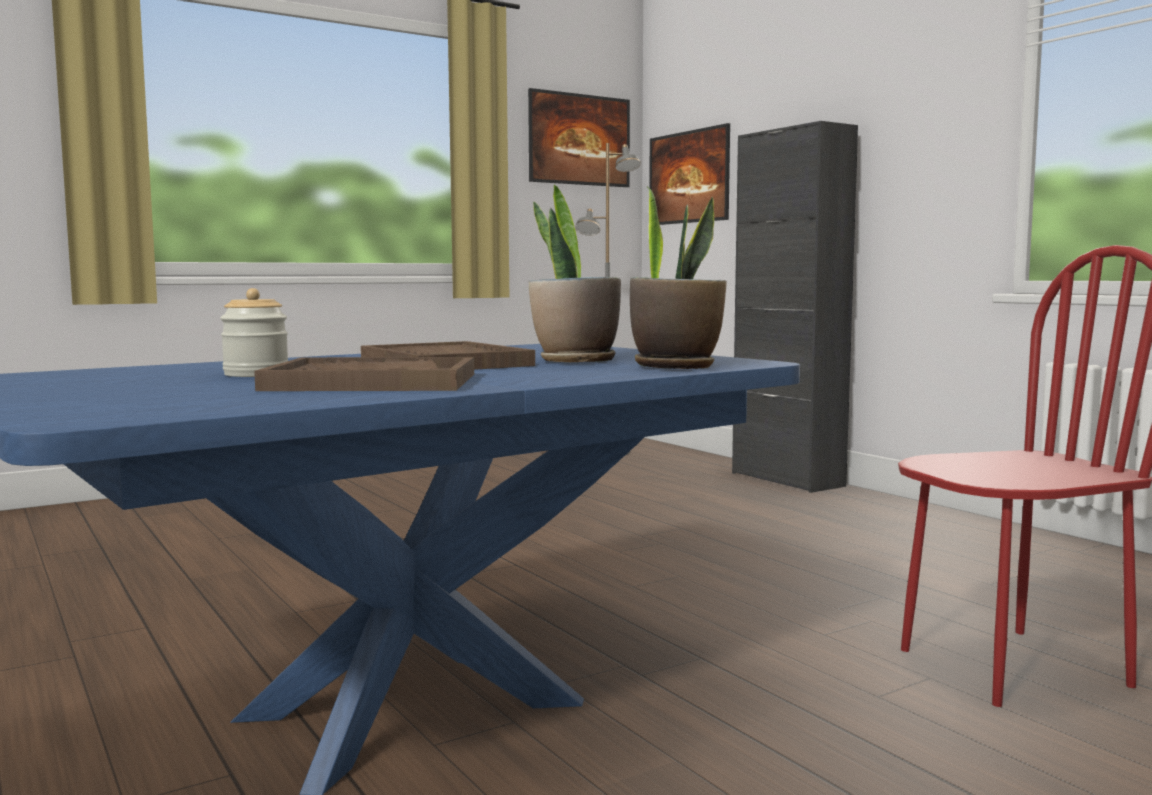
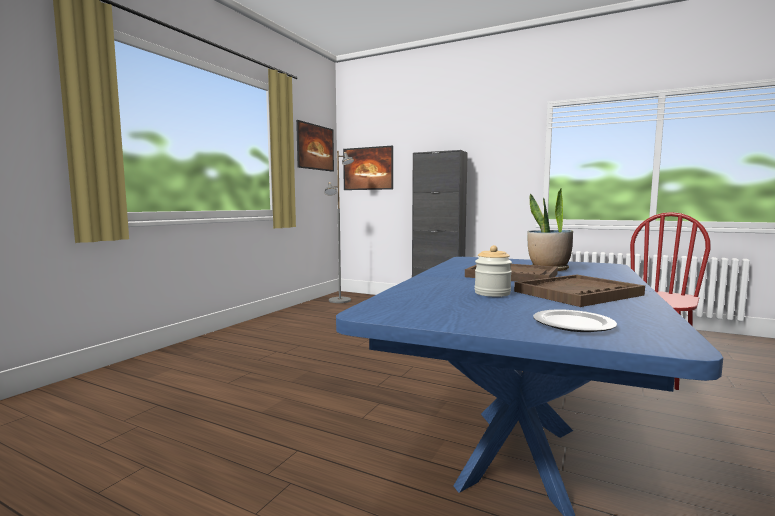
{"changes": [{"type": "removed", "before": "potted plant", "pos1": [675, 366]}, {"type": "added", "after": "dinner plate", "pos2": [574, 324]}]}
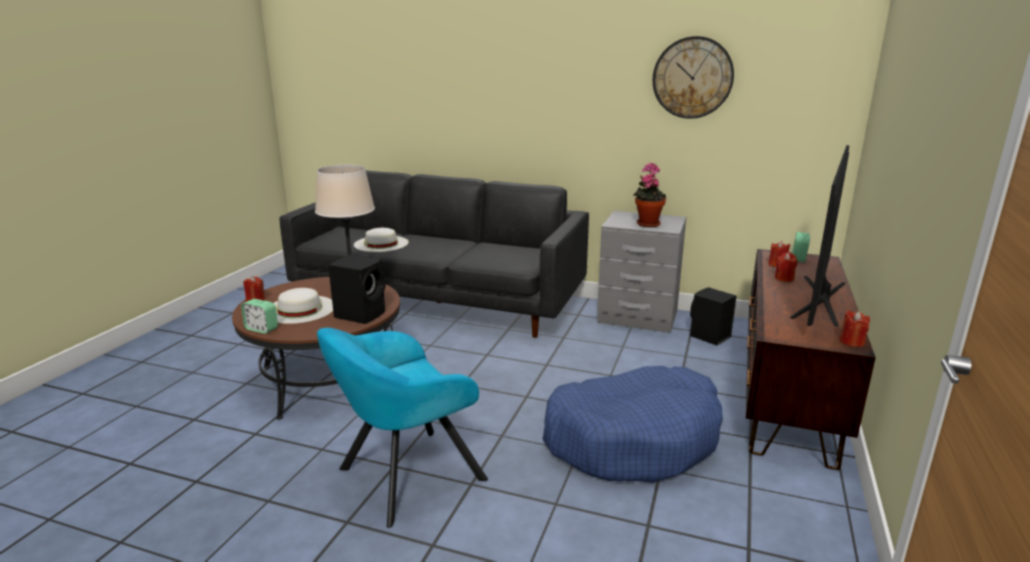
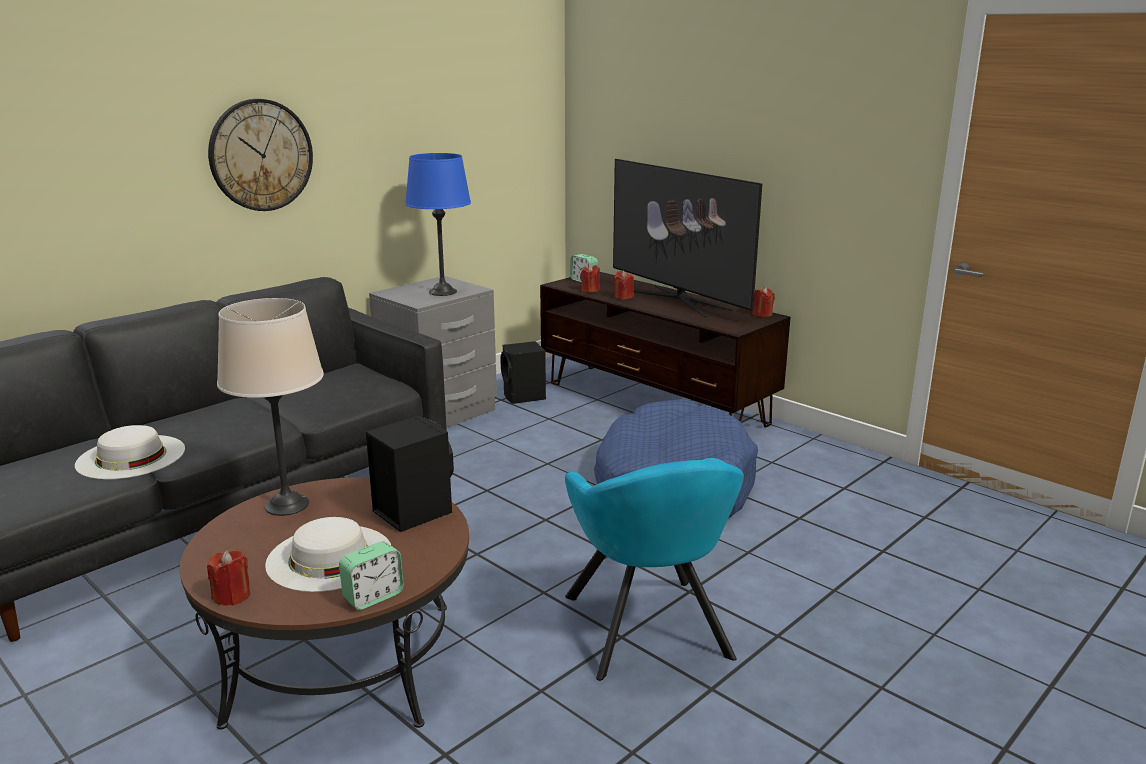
{"changes": [{"type": "replaced", "before": "potted plant", "after": "blue tabletop lamp", "pos1": [647, 223], "pos2": [442, 292]}, {"type": "moved", "before": "wall clock", "pos1": [692, 78], "pos2": [261, 155]}]}
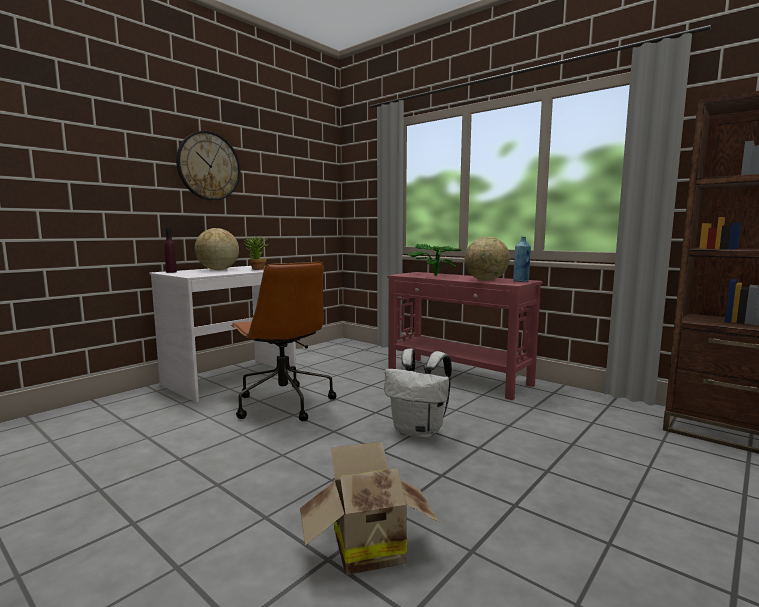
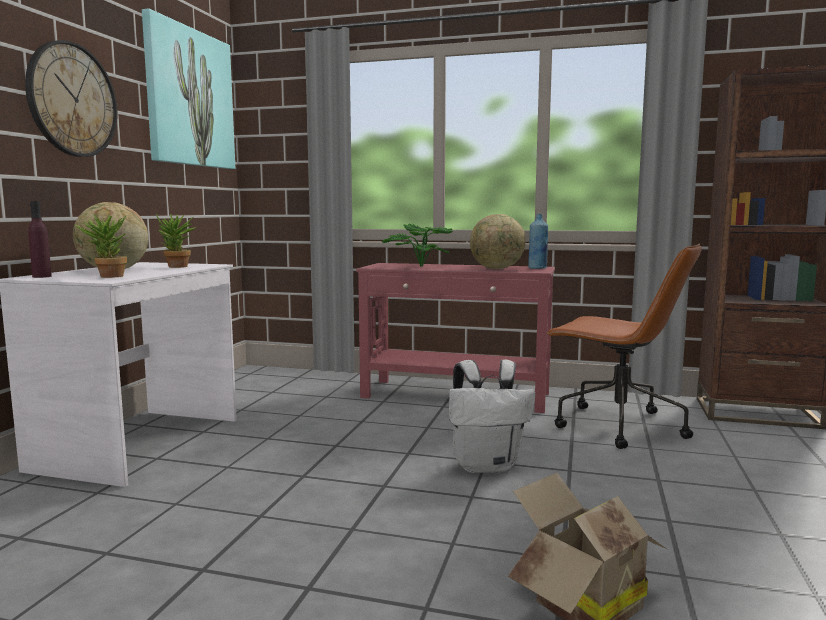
{"changes": [{"type": "moved", "before": "brown office chair", "pos1": [283, 403], "pos2": [617, 426]}, {"type": "added", "after": "potted plant", "pos2": [107, 276]}, {"type": "added", "after": "wall art", "pos2": [189, 98]}]}
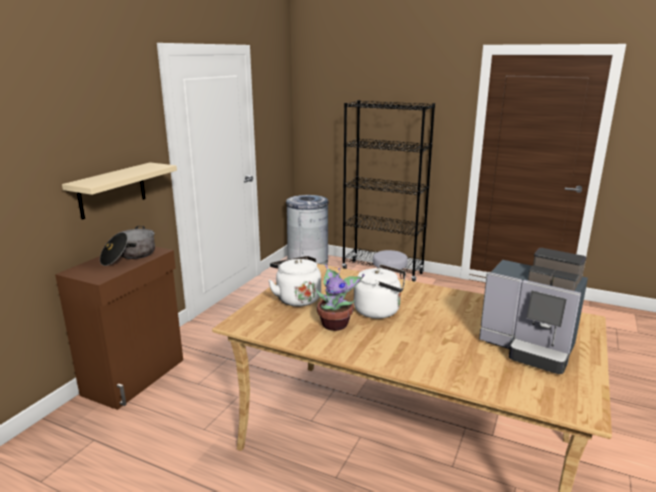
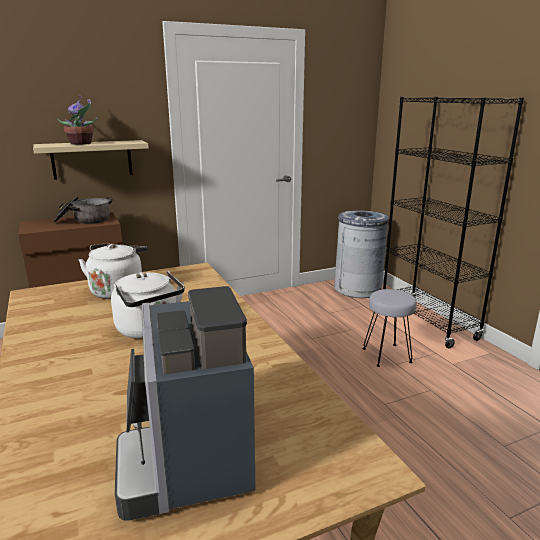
{"changes": [{"type": "moved", "before": "potted plant", "pos1": [336, 324], "pos2": [82, 143]}]}
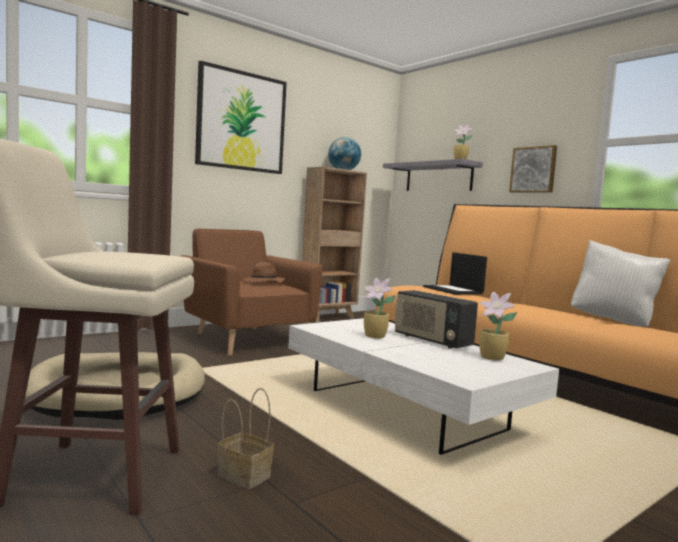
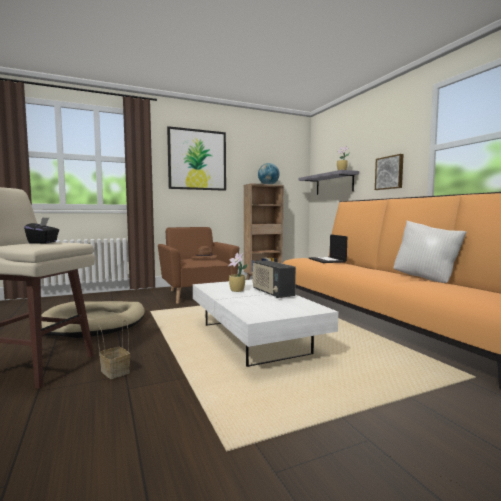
{"changes": [{"type": "removed", "before": "potted plant", "pos1": [493, 358]}, {"type": "added", "after": "black-coloured tissue holder", "pos2": [43, 242]}]}
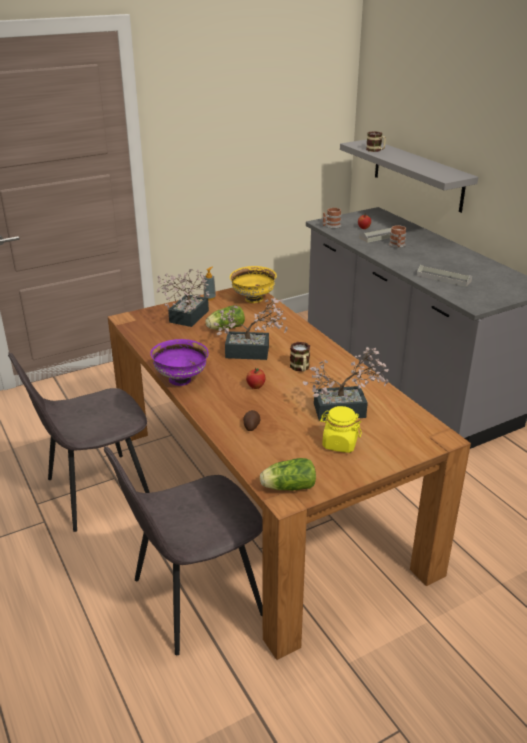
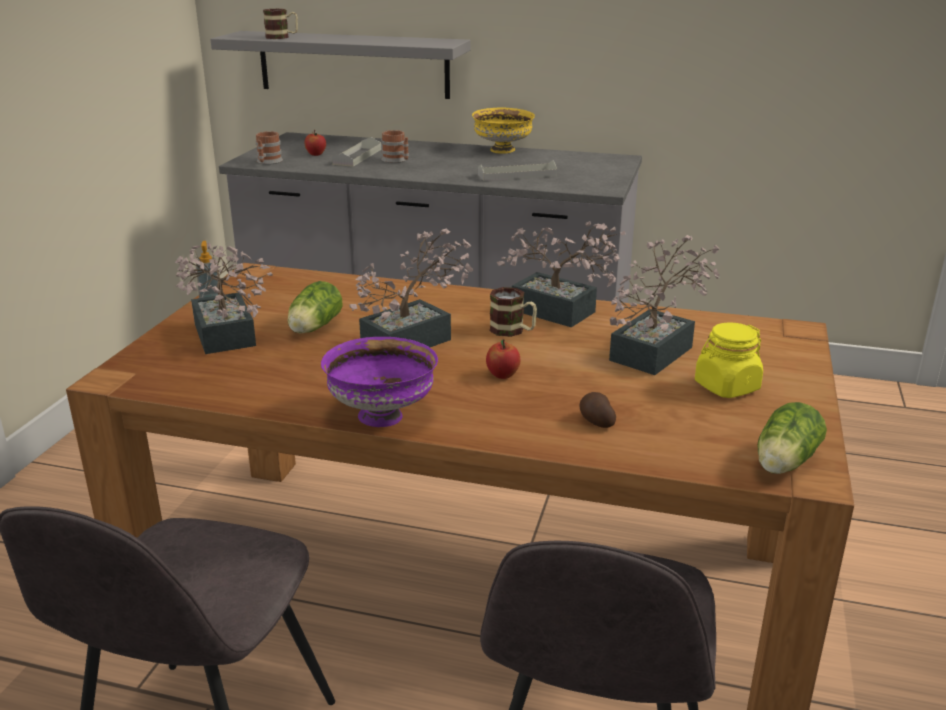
{"changes": [{"type": "moved", "before": "yellow-coloured deep dish", "pos1": [253, 299], "pos2": [503, 150]}, {"type": "added", "after": "potted plant", "pos2": [561, 313]}]}
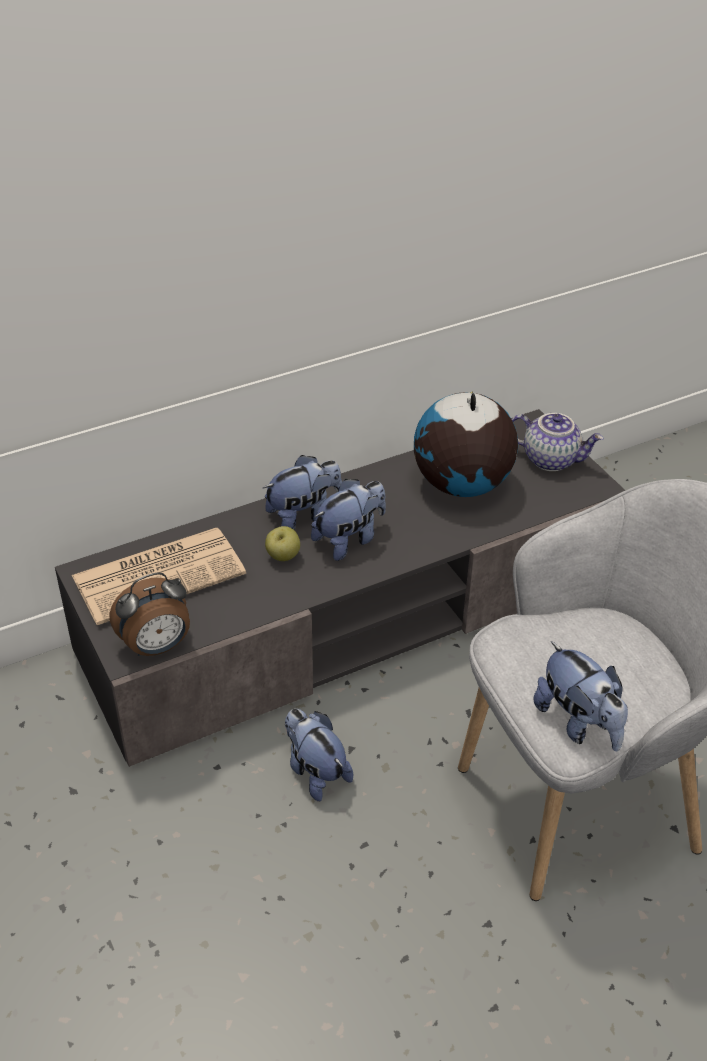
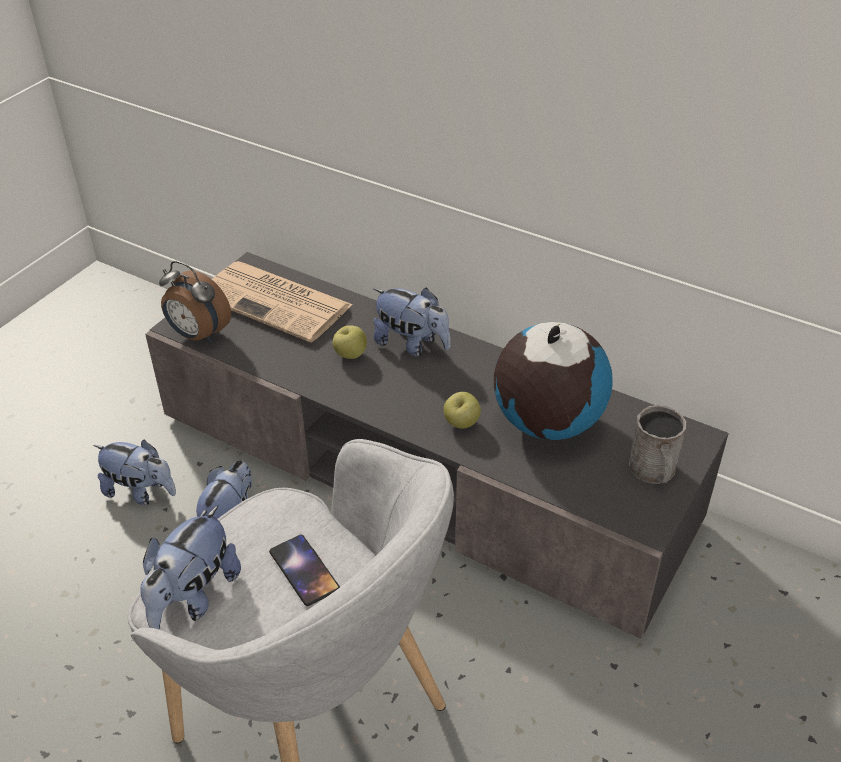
{"changes": [{"type": "moved", "before": "plush toy", "pos1": [349, 539], "pos2": [141, 491]}, {"type": "replaced", "before": "tea pot", "after": "gray coffee mug", "pos1": [551, 459], "pos2": [654, 472]}, {"type": "added", "after": "telephone", "pos2": [304, 570]}, {"type": "added", "after": "apple", "pos2": [461, 423]}]}
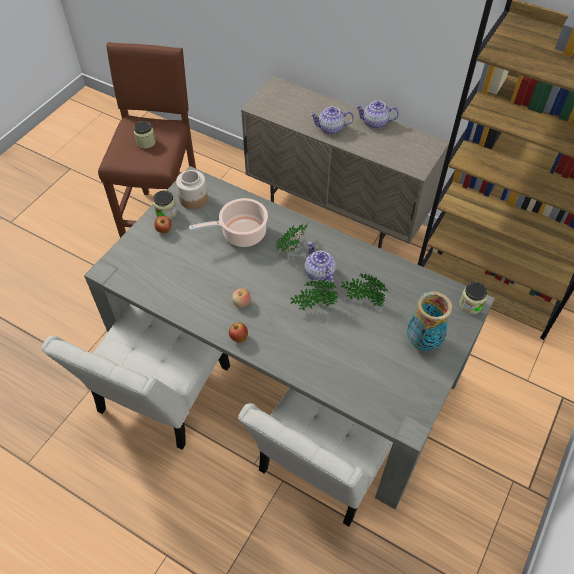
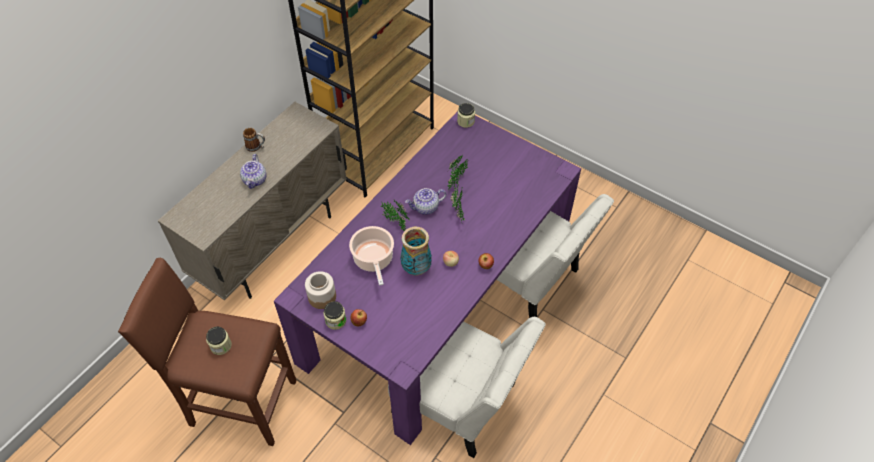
{"changes": [{"type": "recoloured", "before": "gray dinner table", "after": "purplish dinner table", "pos1": [287, 363], "pos2": [437, 298]}, {"type": "replaced", "before": "tea pot", "after": "coffee mug", "pos1": [375, 123], "pos2": [256, 147]}, {"type": "moved", "before": "vase", "pos1": [422, 342], "pos2": [416, 268]}]}
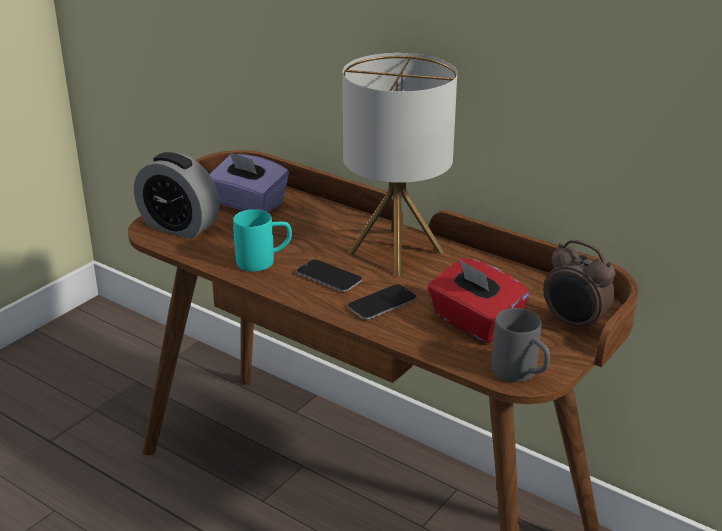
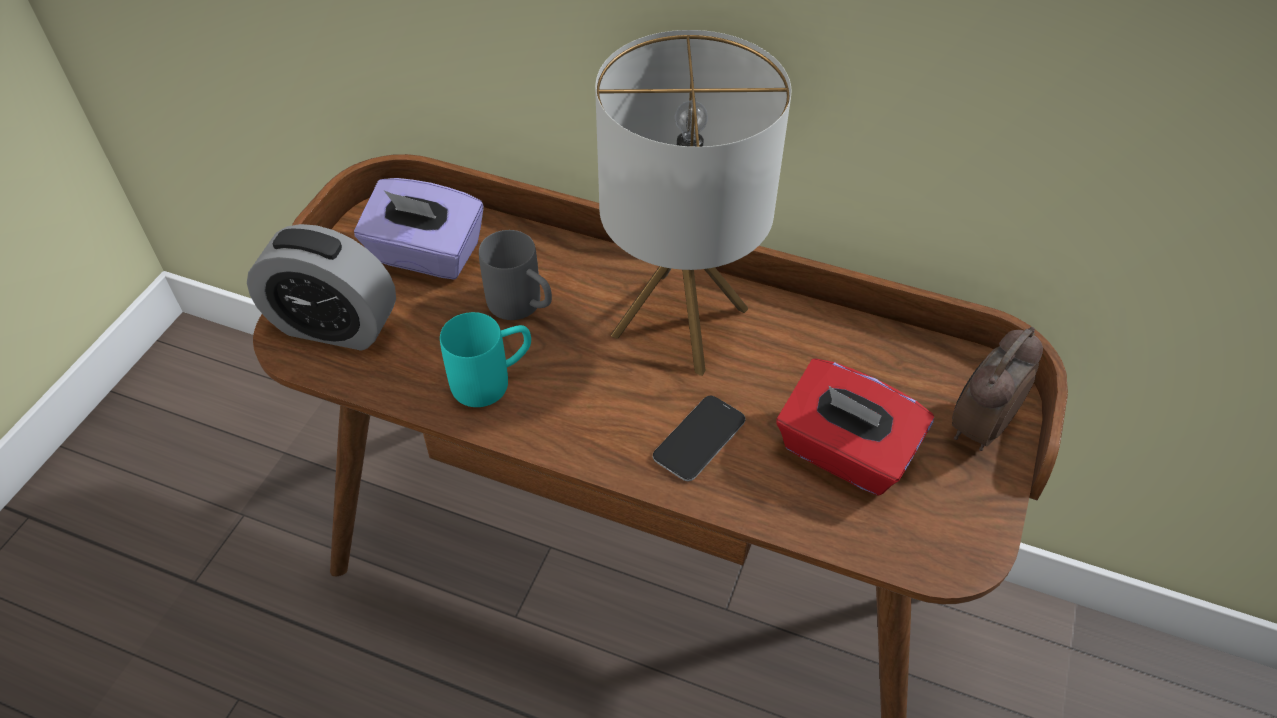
{"changes": [{"type": "removed", "before": "telephone", "pos1": [329, 277]}, {"type": "moved", "before": "gray coffee mug", "pos1": [521, 375], "pos2": [523, 307]}, {"type": "turned", "before": "table clock", "pos1": [574, 324], "pos2": [978, 427], "turn": 105}]}
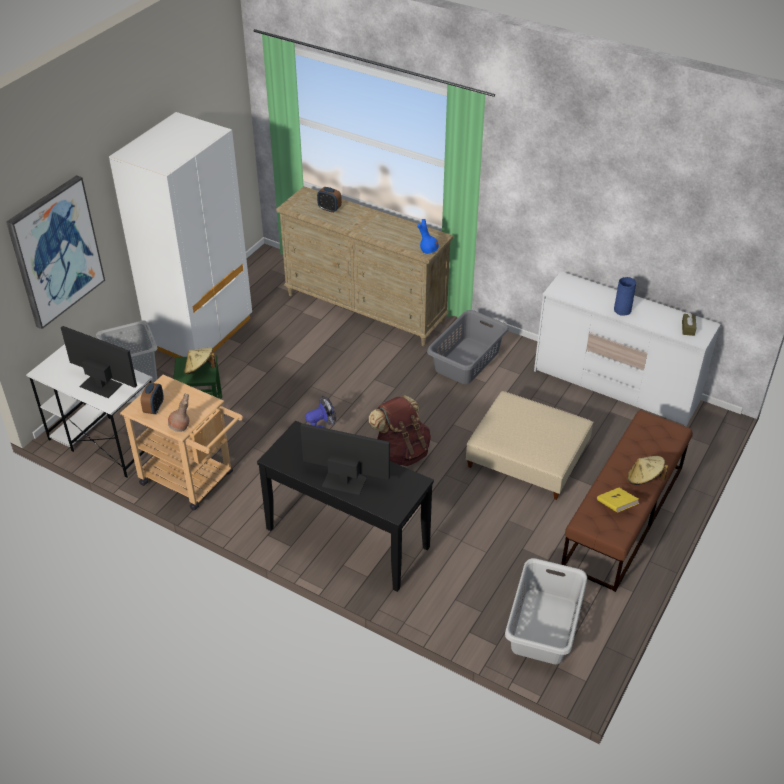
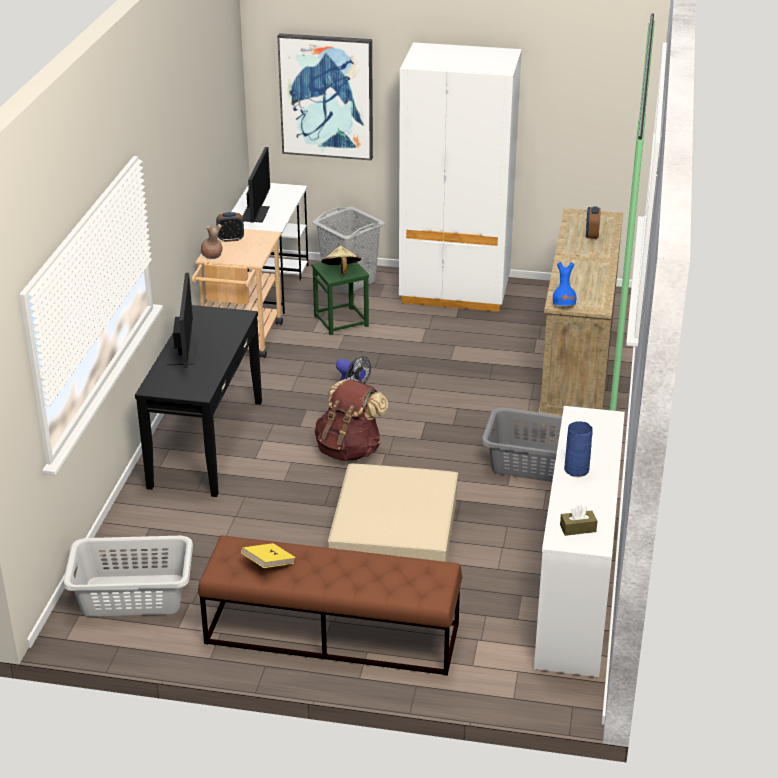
{"changes": [{"type": "removed", "before": "beige-coloured clothing hat", "pos1": [644, 479]}]}
